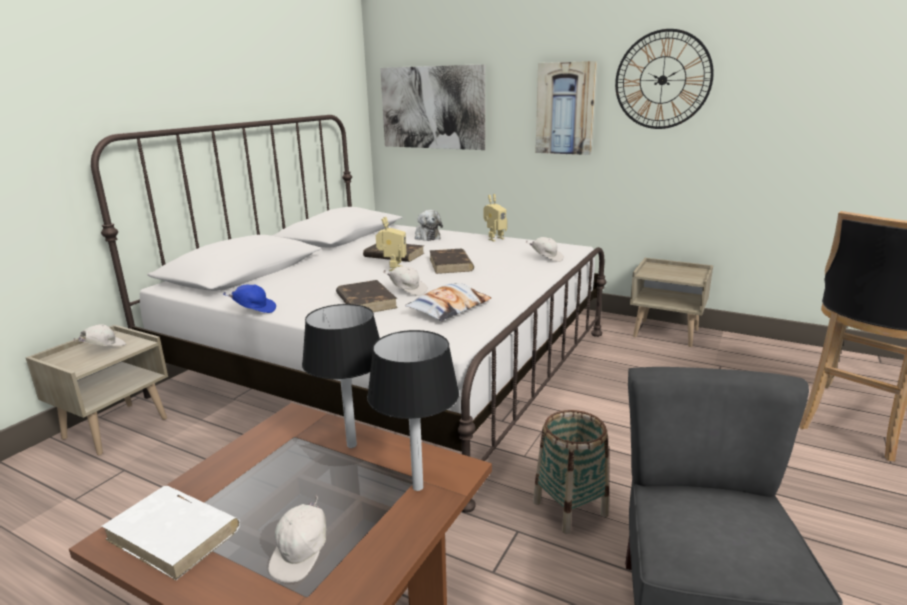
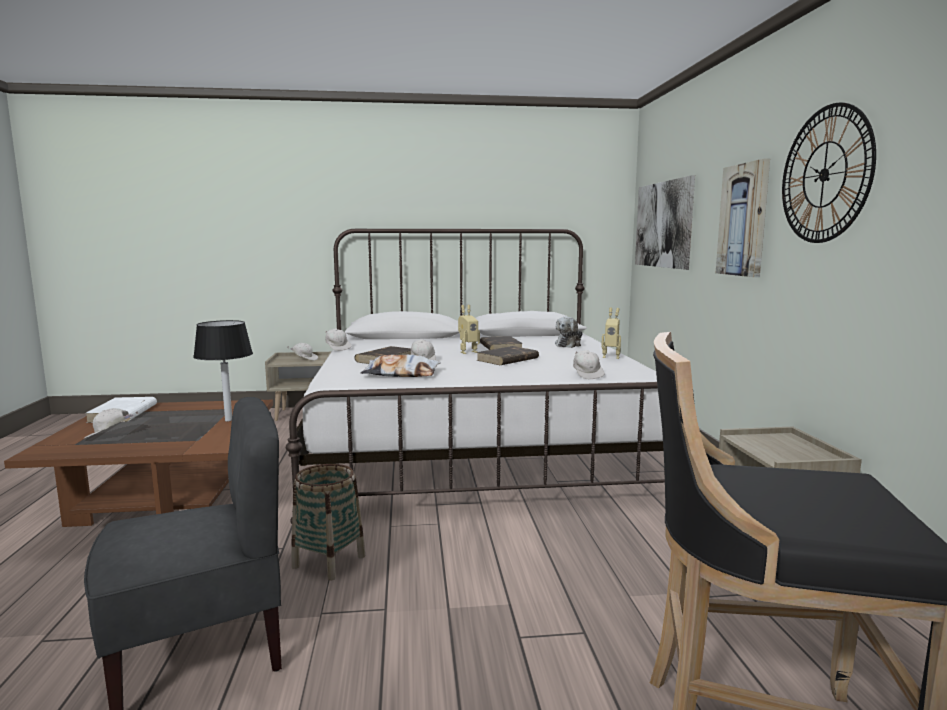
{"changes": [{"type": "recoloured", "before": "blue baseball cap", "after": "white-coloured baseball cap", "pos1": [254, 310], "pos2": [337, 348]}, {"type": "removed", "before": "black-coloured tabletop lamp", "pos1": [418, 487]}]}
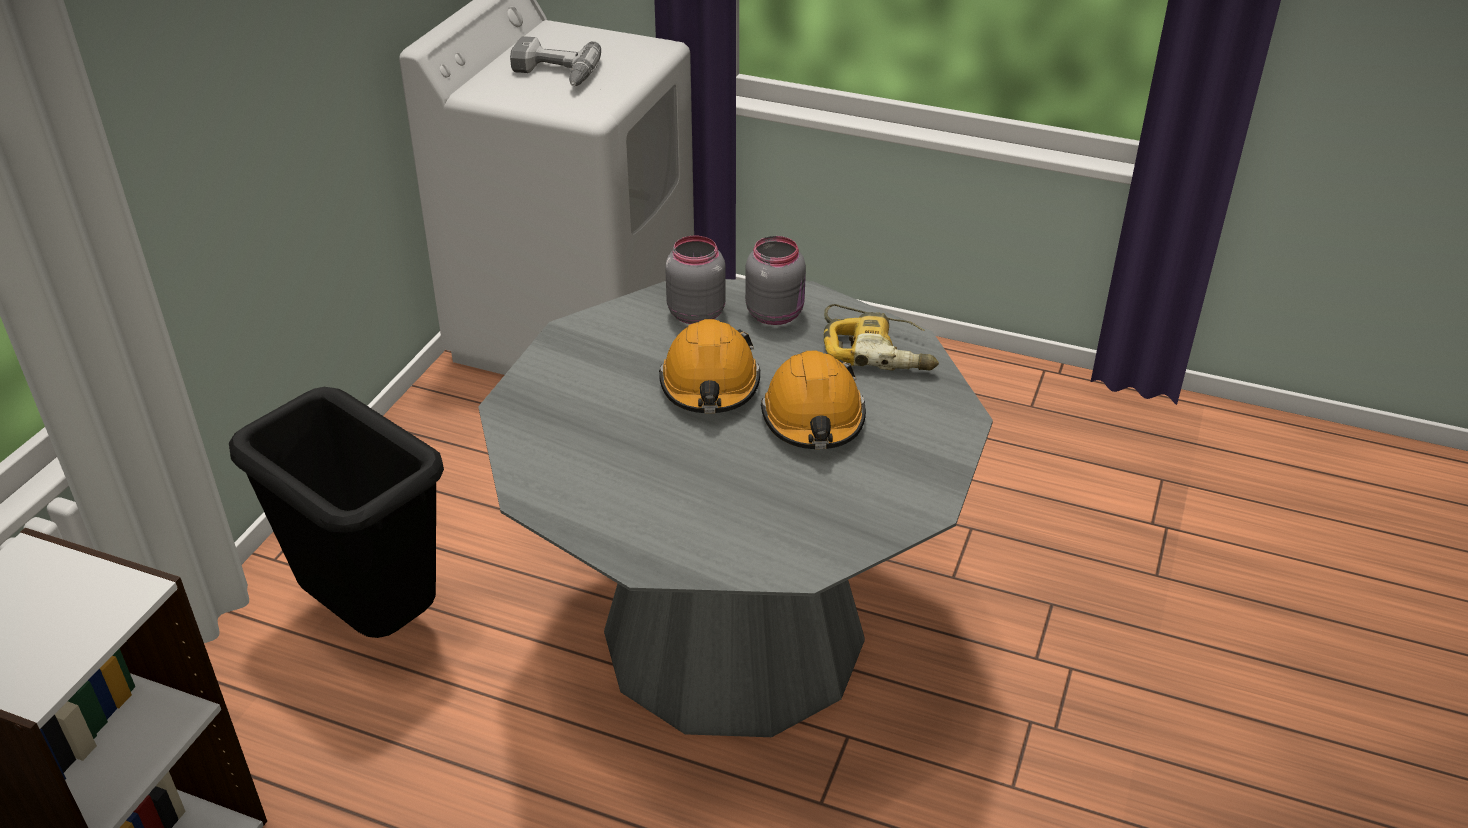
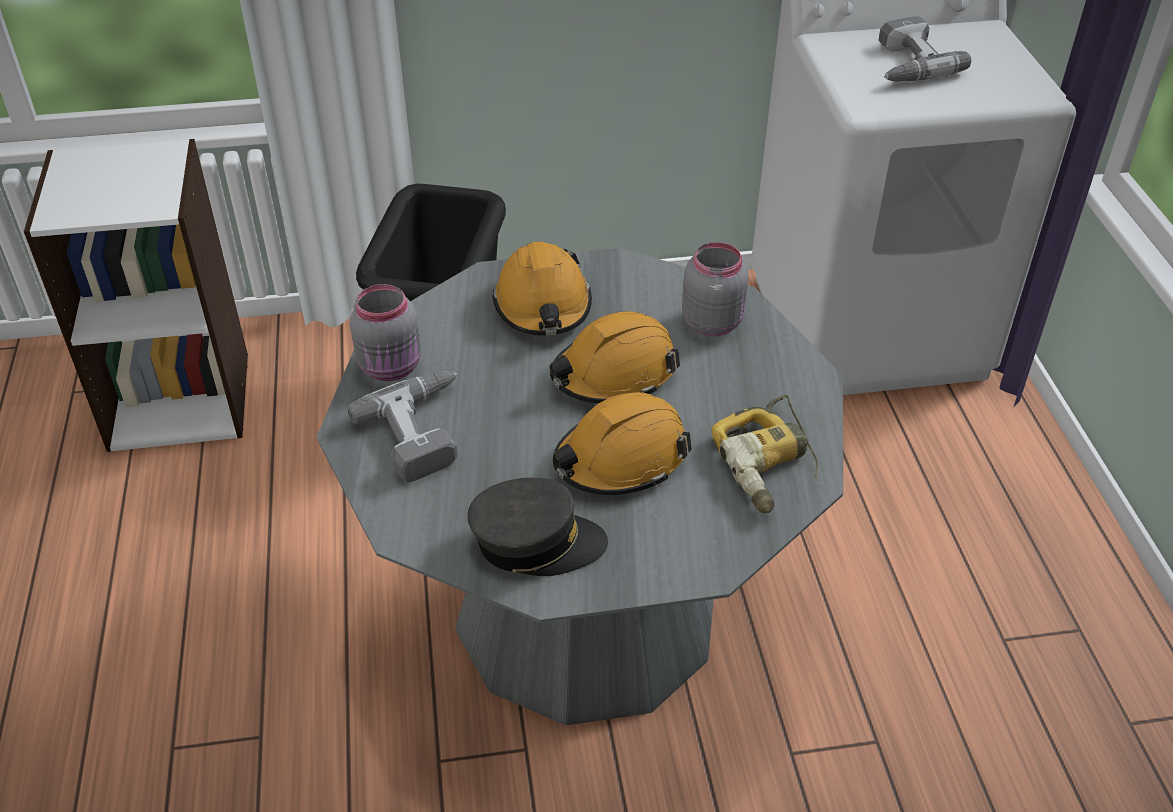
{"changes": [{"type": "moved", "before": "gray preserve jar", "pos1": [776, 313], "pos2": [392, 367]}, {"type": "added", "after": "electric drill", "pos2": [424, 431]}, {"type": "added", "after": "gray baseball cap", "pos2": [536, 542]}, {"type": "added", "after": "orangey hard hat", "pos2": [543, 305]}]}
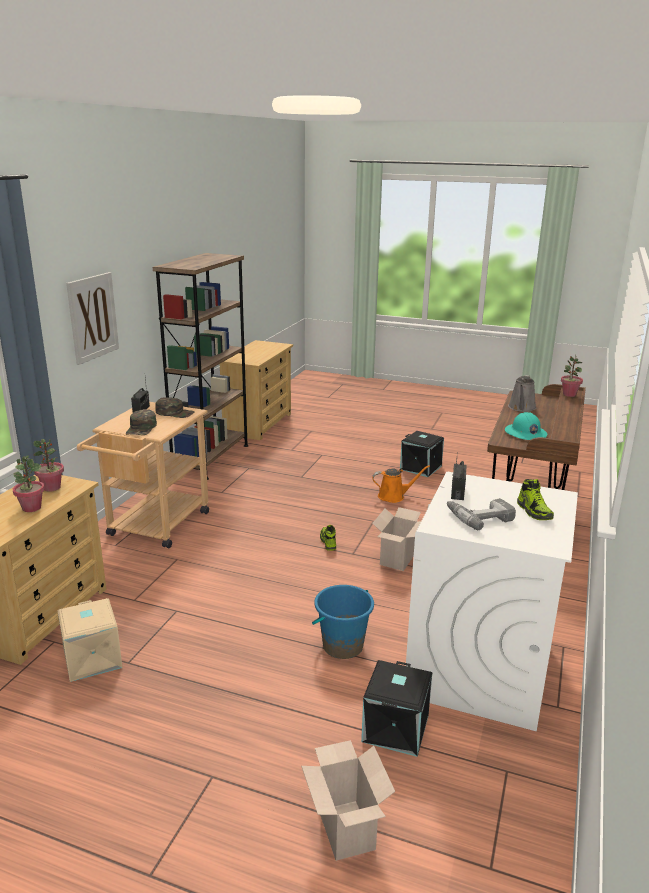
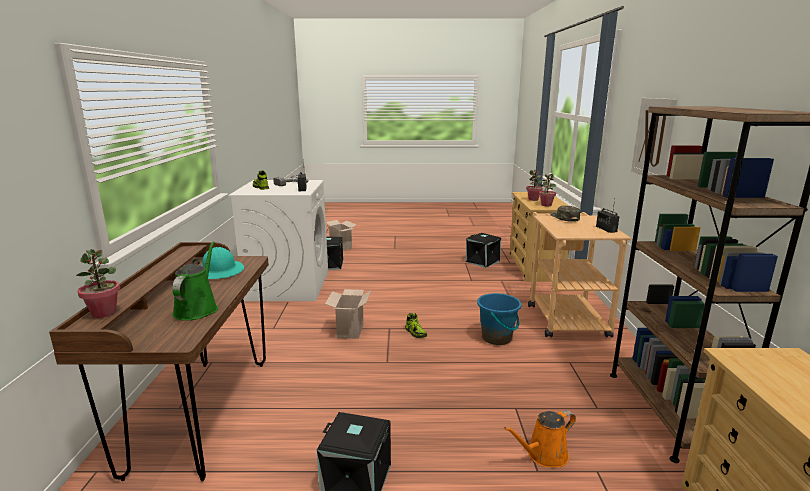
{"changes": [{"type": "recoloured", "before": "beige-coloured storage bin", "after": "black-coloured storage bin", "pos1": [91, 659], "pos2": [483, 261]}, {"type": "removed", "before": "greenish baseball cap", "pos1": [175, 413]}, {"type": "moved", "before": "blue pail", "pos1": [342, 646], "pos2": [497, 338]}, {"type": "moved", "before": "orangey sprinkling can", "pos1": [394, 496], "pos2": [544, 455]}, {"type": "recoloured", "before": "gray sprinkling can", "after": "greenish sprinkling can", "pos1": [521, 408], "pos2": [197, 309]}]}
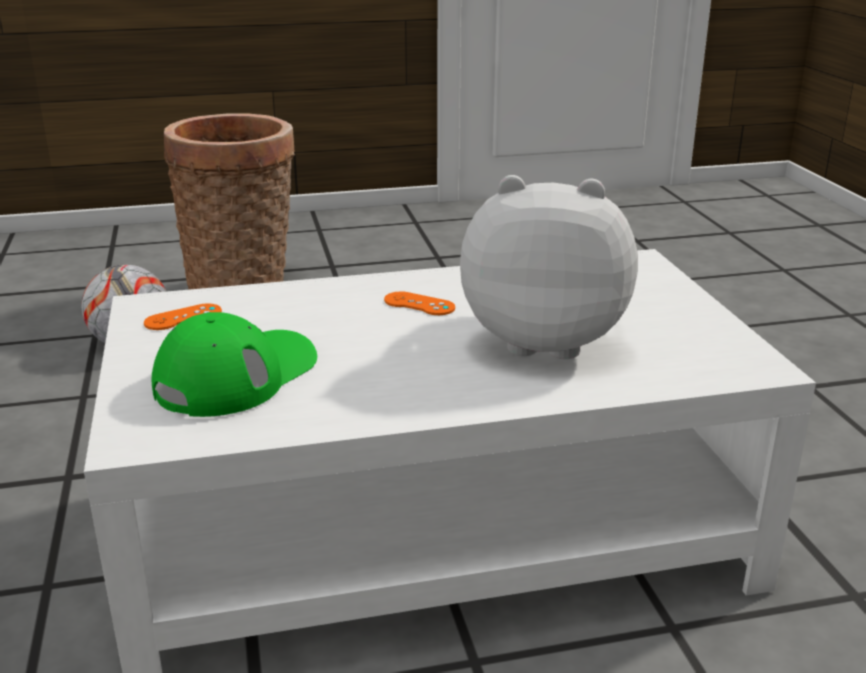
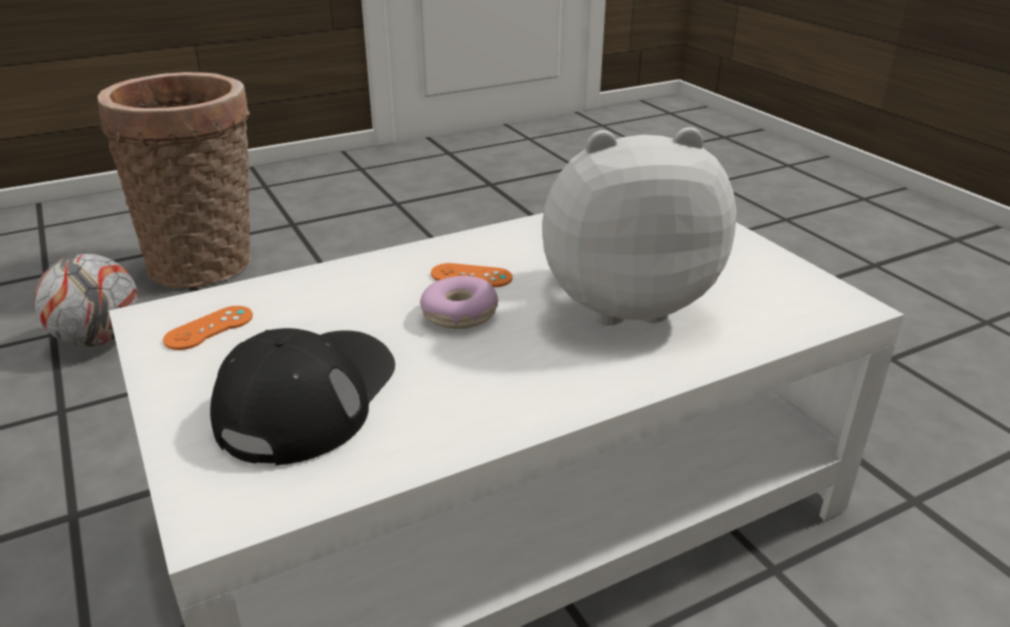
{"changes": [{"type": "recoloured", "before": "greenish baseball cap", "after": "black-coloured baseball cap", "pos1": [236, 375], "pos2": [308, 397]}, {"type": "added", "after": "doughnut", "pos2": [459, 314]}]}
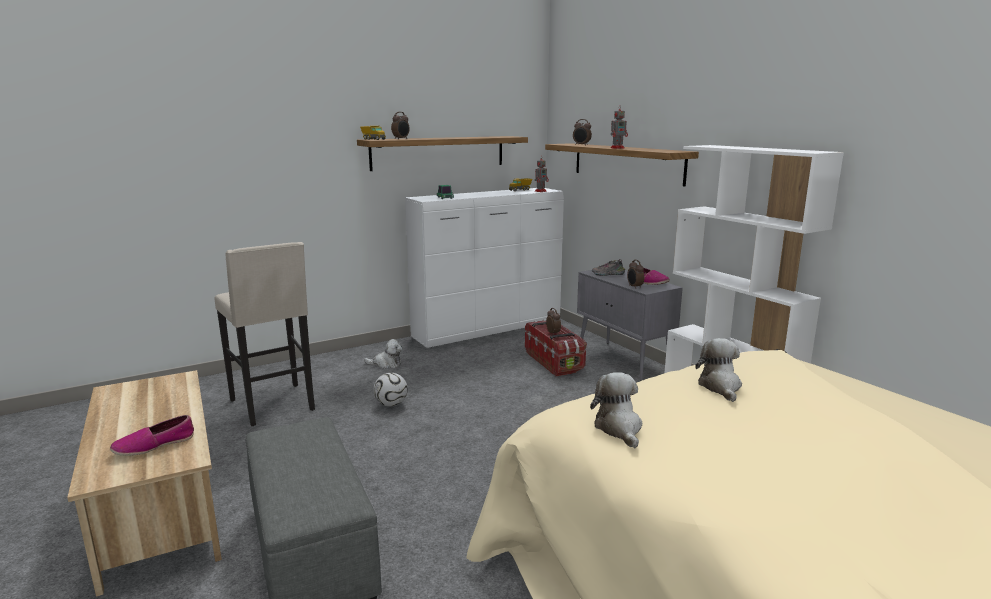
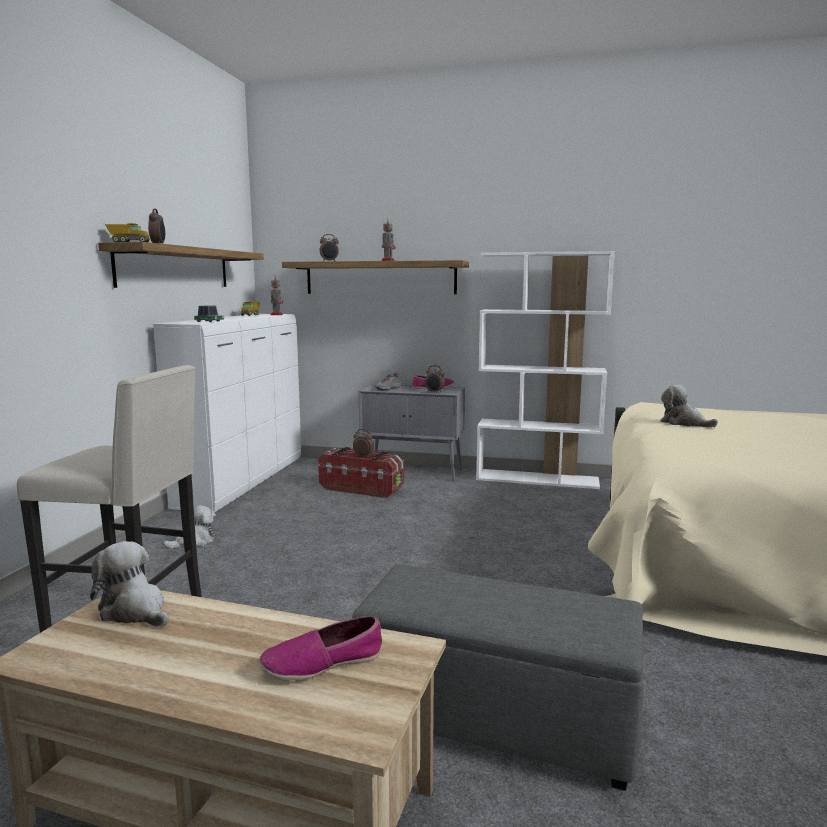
{"changes": [{"type": "turned", "before": "low shoe", "pos1": [154, 445], "pos2": [322, 663], "turn": 60}, {"type": "removed", "before": "football", "pos1": [391, 404]}, {"type": "moved", "before": "plush toy", "pos1": [619, 428], "pos2": [134, 611]}]}
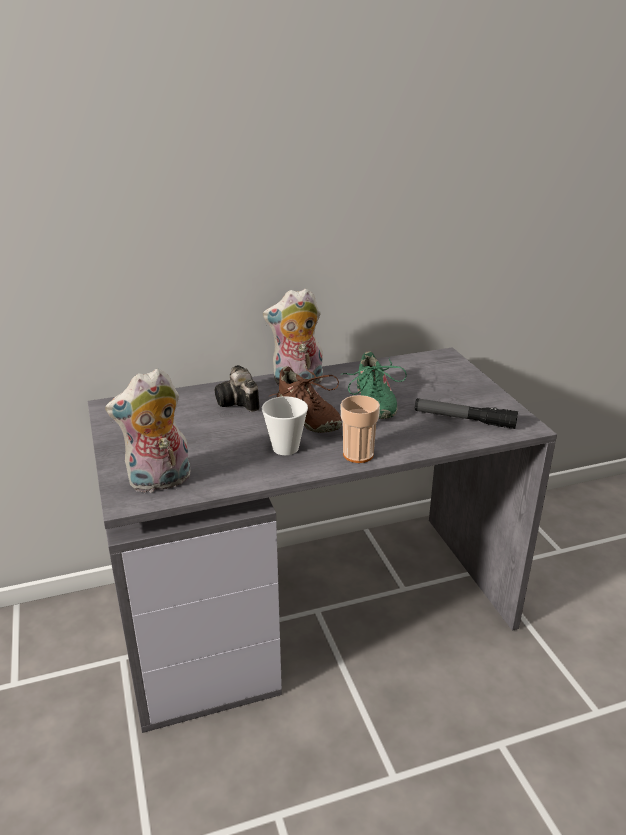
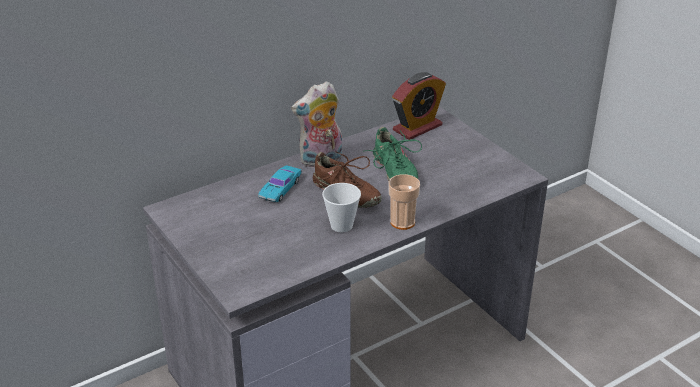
{"changes": [{"type": "removed", "before": "plush toy", "pos1": [159, 482]}, {"type": "replaced", "before": "still camera", "after": "turquoise toy car", "pos1": [239, 402], "pos2": [280, 188]}, {"type": "removed", "before": "flashlight", "pos1": [464, 419]}, {"type": "added", "after": "table clock", "pos2": [417, 128]}]}
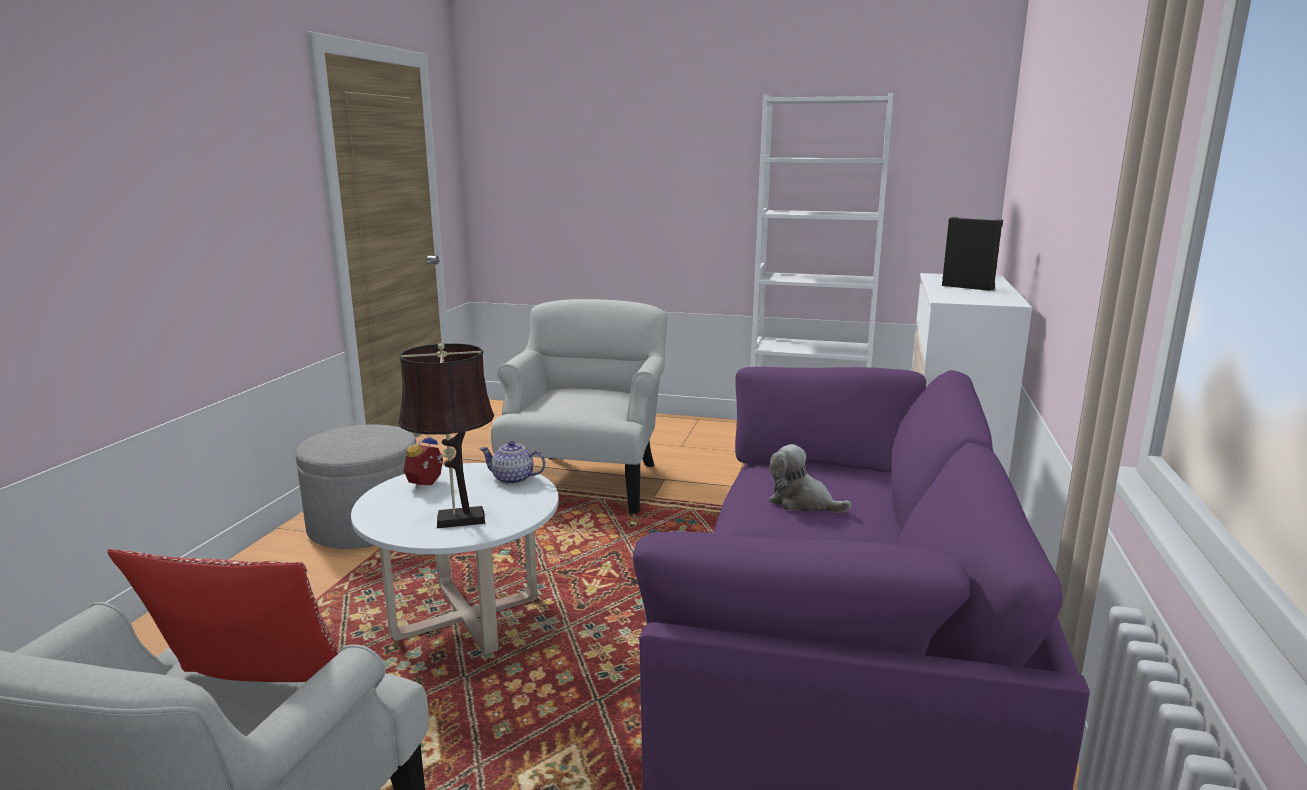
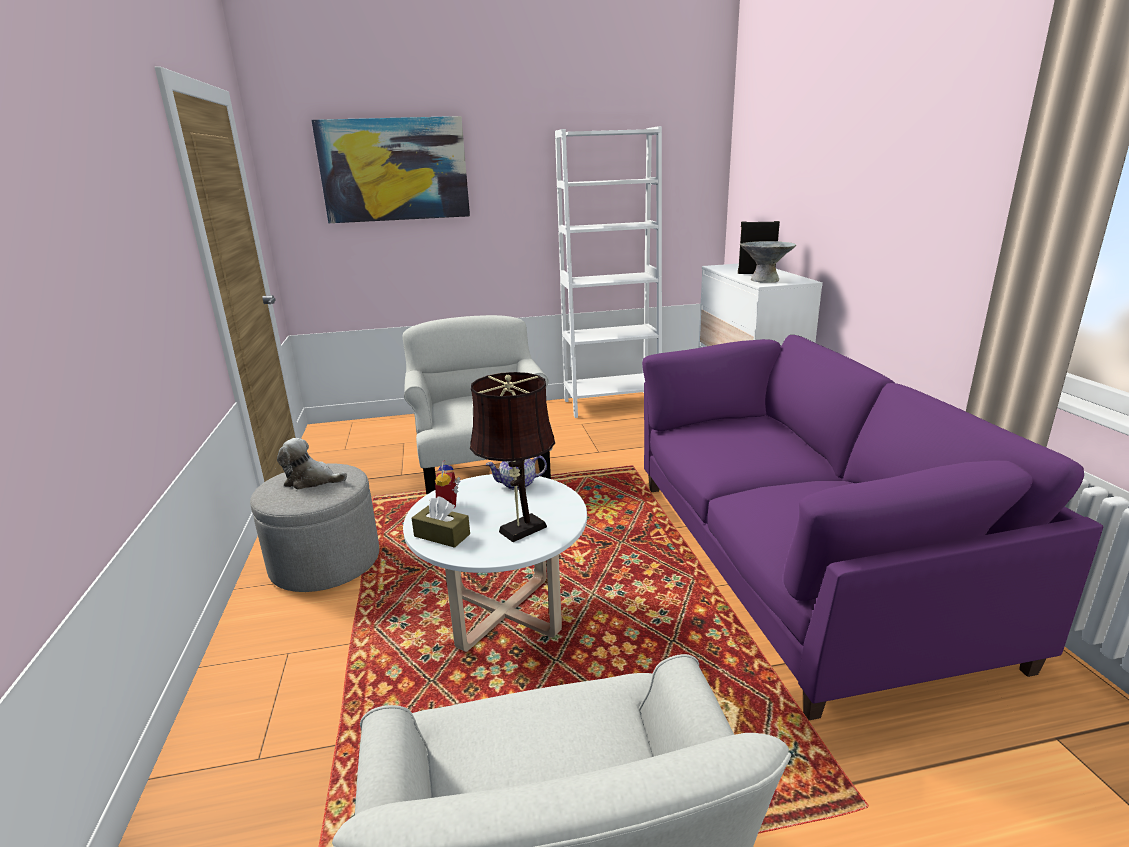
{"changes": [{"type": "removed", "before": "pillow", "pos1": [253, 695]}, {"type": "moved", "before": "plush toy", "pos1": [802, 502], "pos2": [311, 480]}, {"type": "added", "after": "wall art", "pos2": [394, 170]}, {"type": "added", "after": "brown tissue holder", "pos2": [442, 535]}, {"type": "added", "after": "gray deep dish", "pos2": [764, 280]}]}
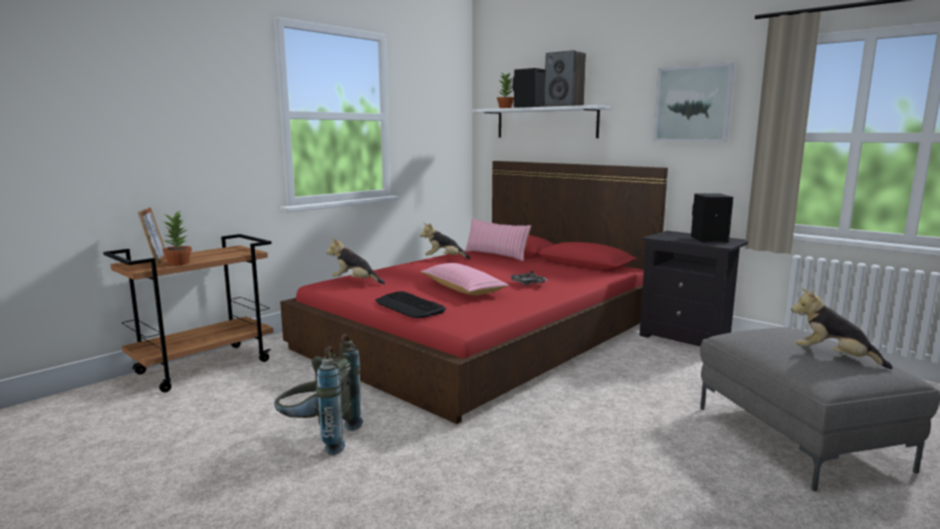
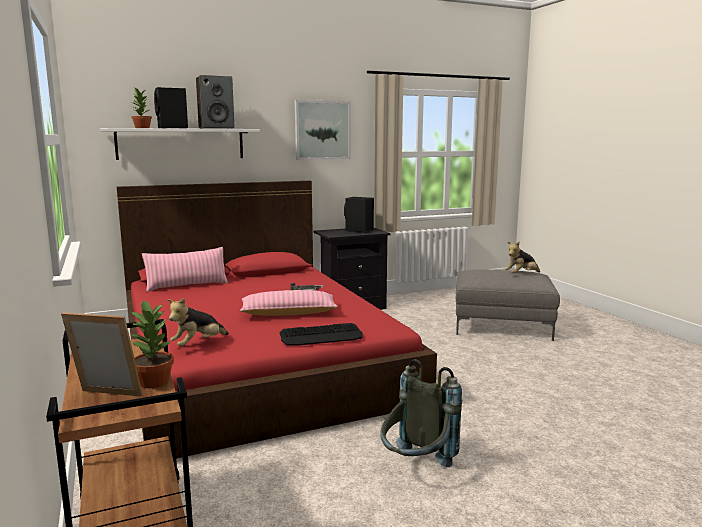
{"changes": [{"type": "removed", "before": "plush toy", "pos1": [444, 259]}]}
